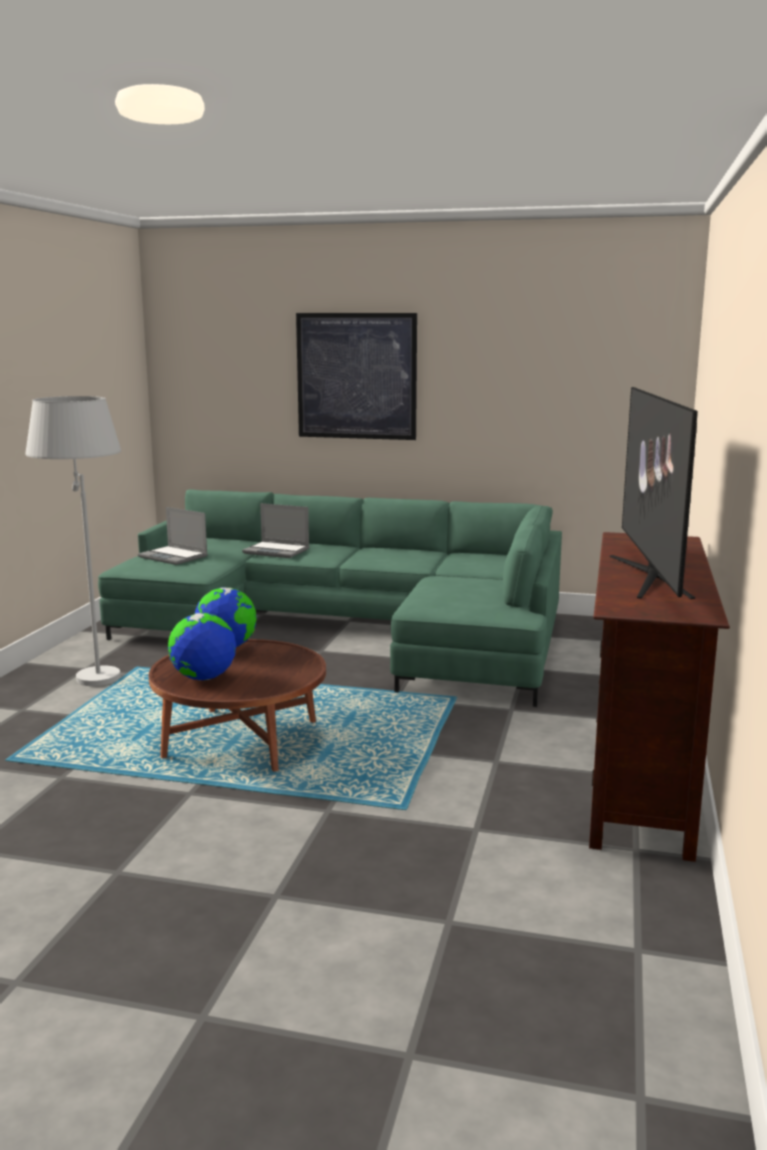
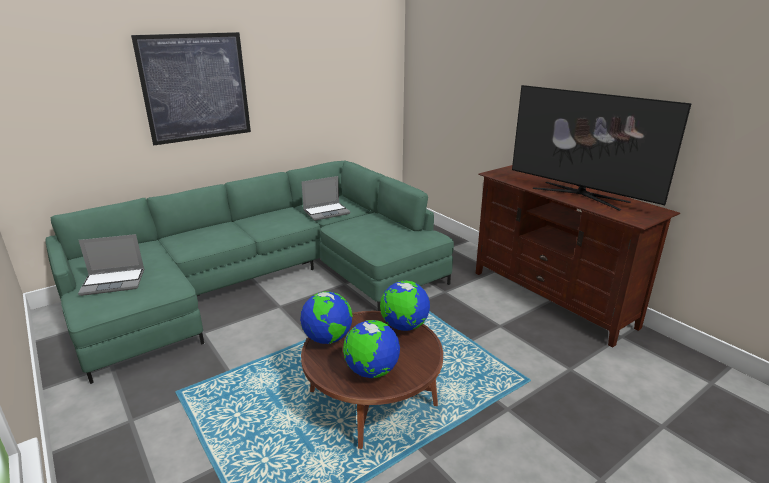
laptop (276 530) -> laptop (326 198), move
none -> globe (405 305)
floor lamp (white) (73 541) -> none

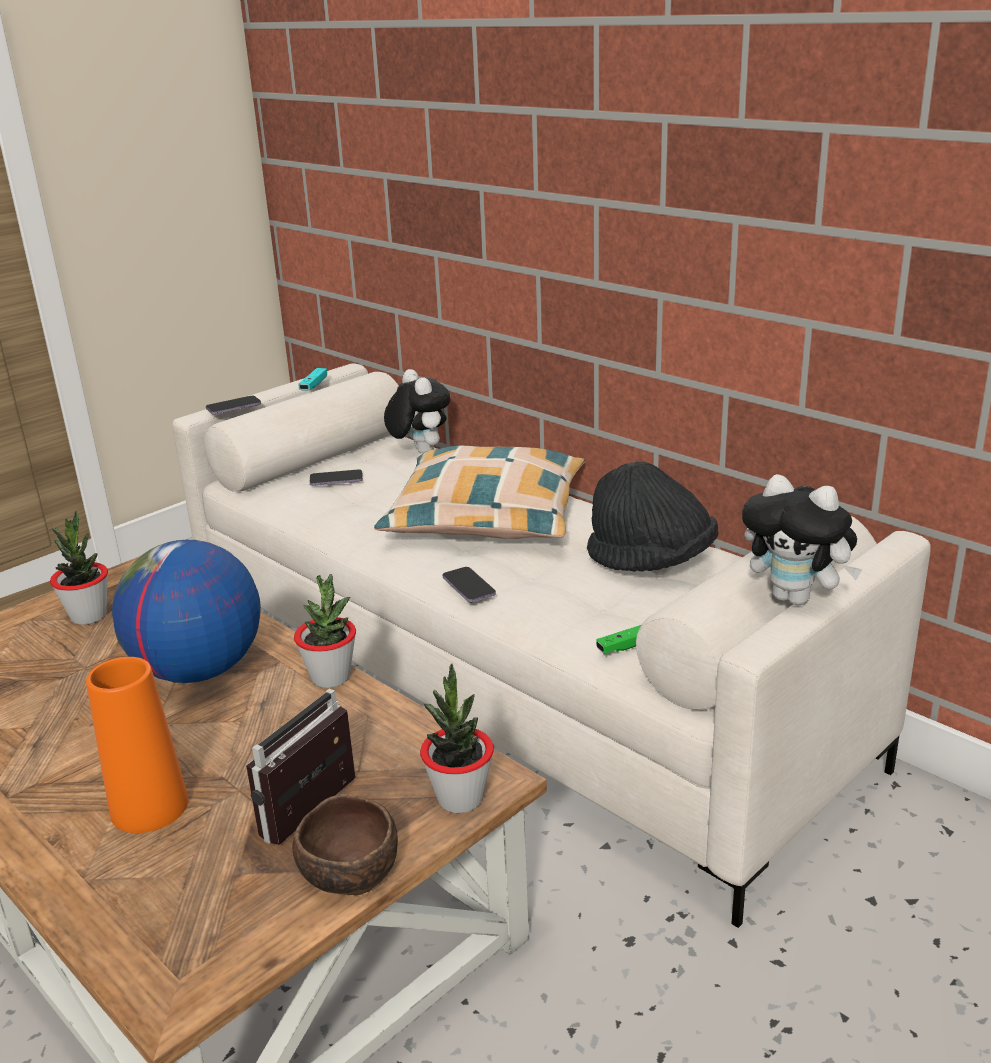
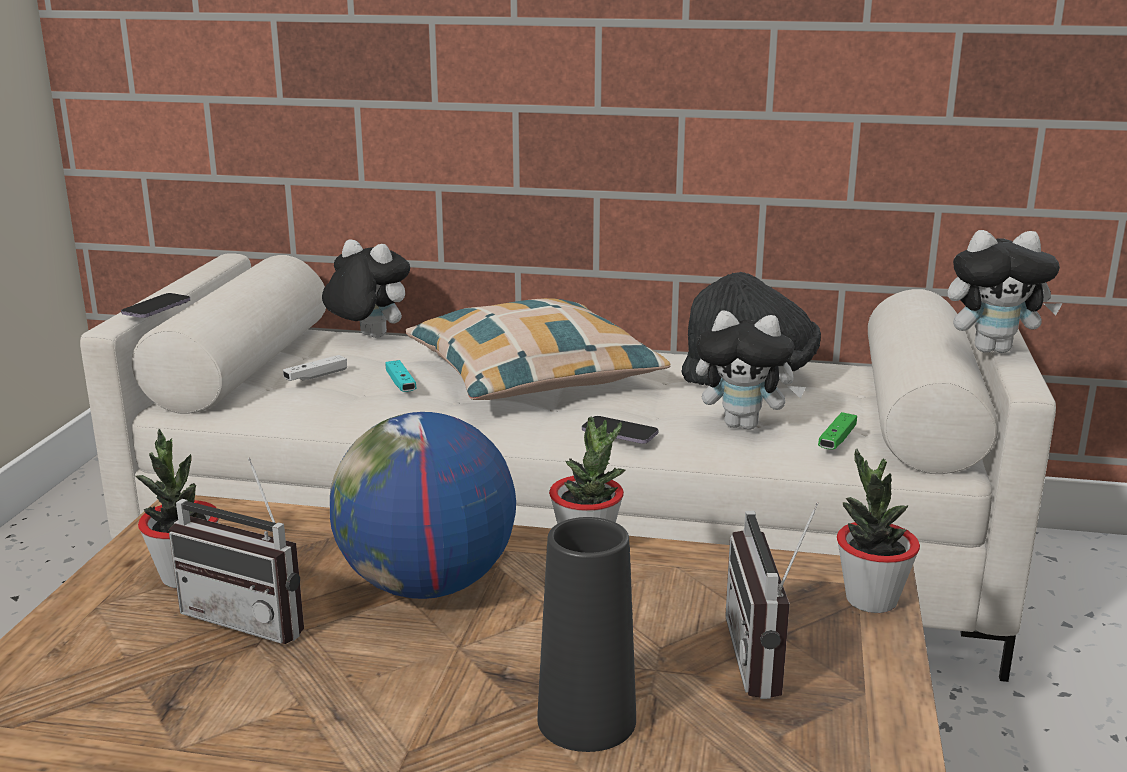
none -> radio (236 551)
phone (336 477) -> game controller (white) (315 368)
game controller (turquoise) (312 379) -> game controller (turquoise) (401 376), move
vase (orange) (137 745) -> vase (black) (586 634)
none -> plush toy (751 370)
bowl (brown) (345 845) -> none

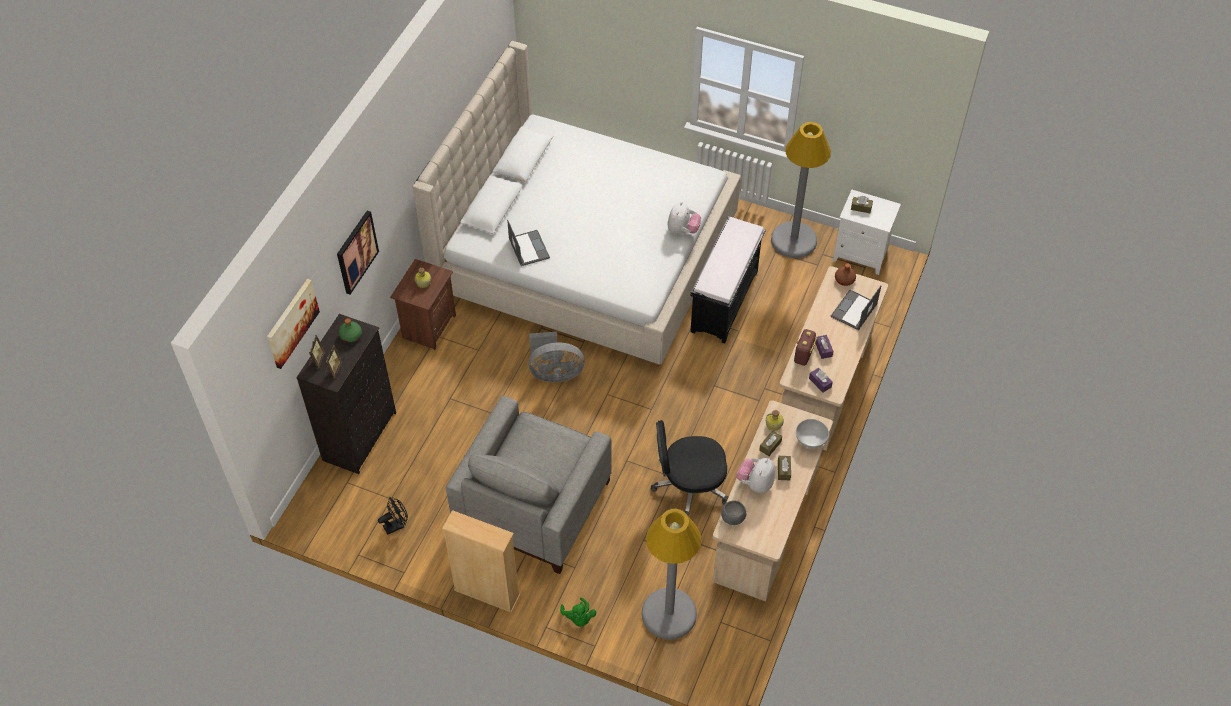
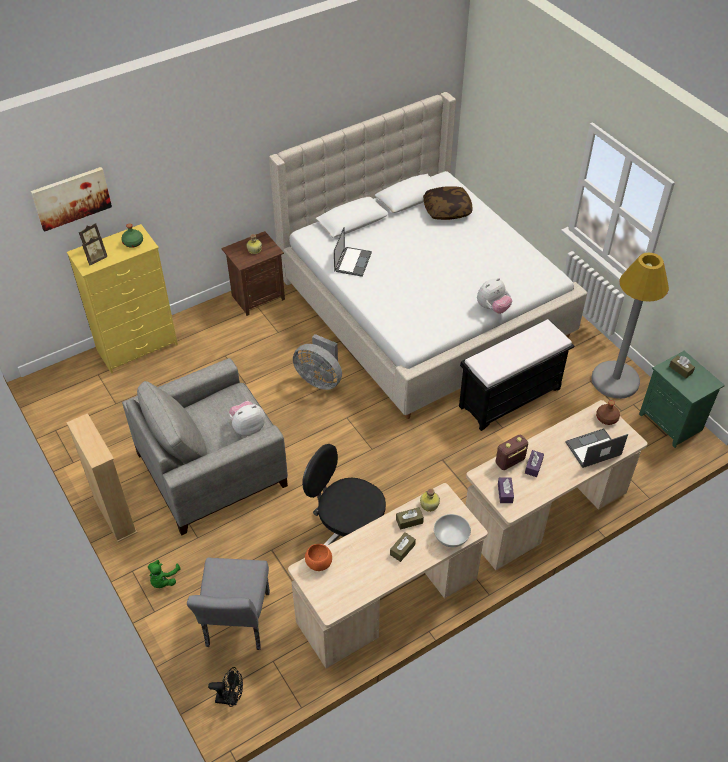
dresser (black) (346 394) -> dresser (yellow) (122 299)
floor lamp (grey) (671 574) -> chair (grey) (228 604)
fan (black) (393 516) -> fan (black) (225 687), move
plush toy (755 475) -> plush toy (247 418), move
bowl (grey) (733 513) -> bowl (orange) (318 557)
none -> pillow (448 203)
nightstand (white) (867 232) -> nightstand (green) (682 399)
picture (358 252) -> none

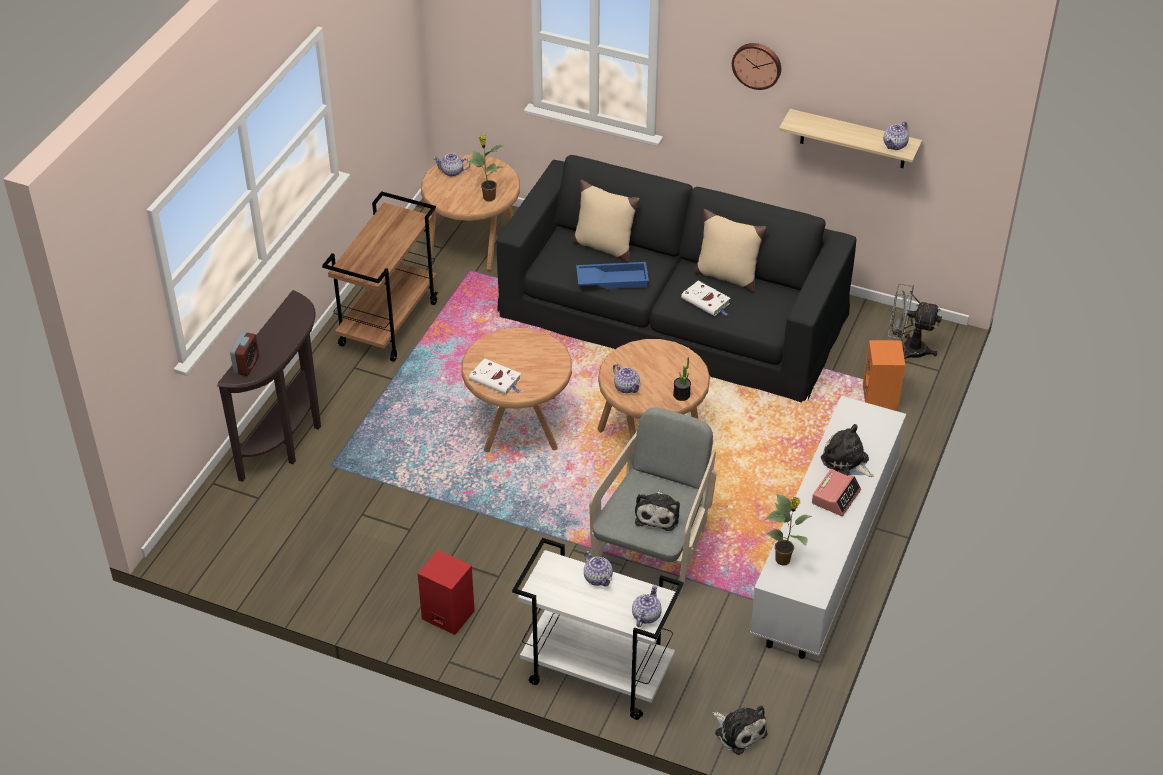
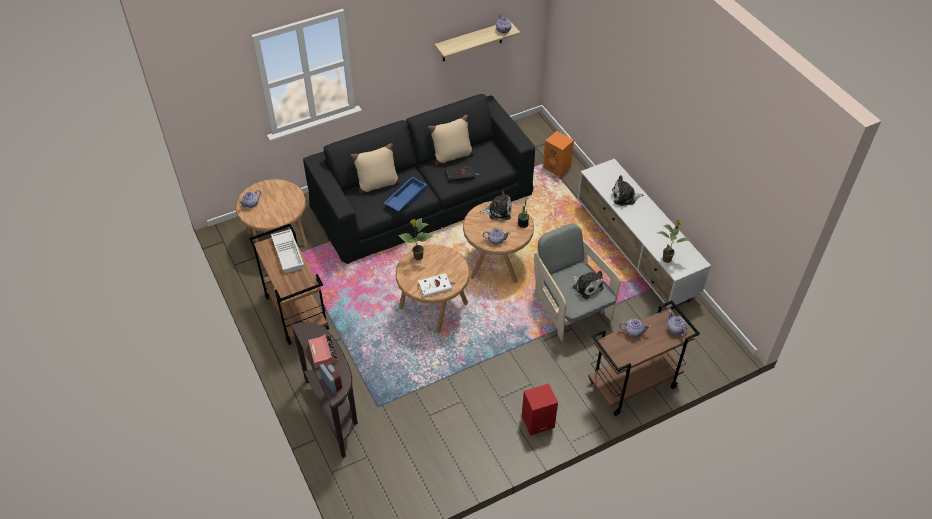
none -> tray (white) (287 251)
alarm clock (836 492) -> alarm clock (323 351), move
potted plant (486 168) -> potted plant (415 239), move
book (white) (706 298) -> book (black) (463 173)
plush toy (740 730) -> plush toy (495 205), move
cart (white) (598 629) -> cart (brown) (644 358)
wall clock (756 66) -> none
fan (grey) (915 321) -> none

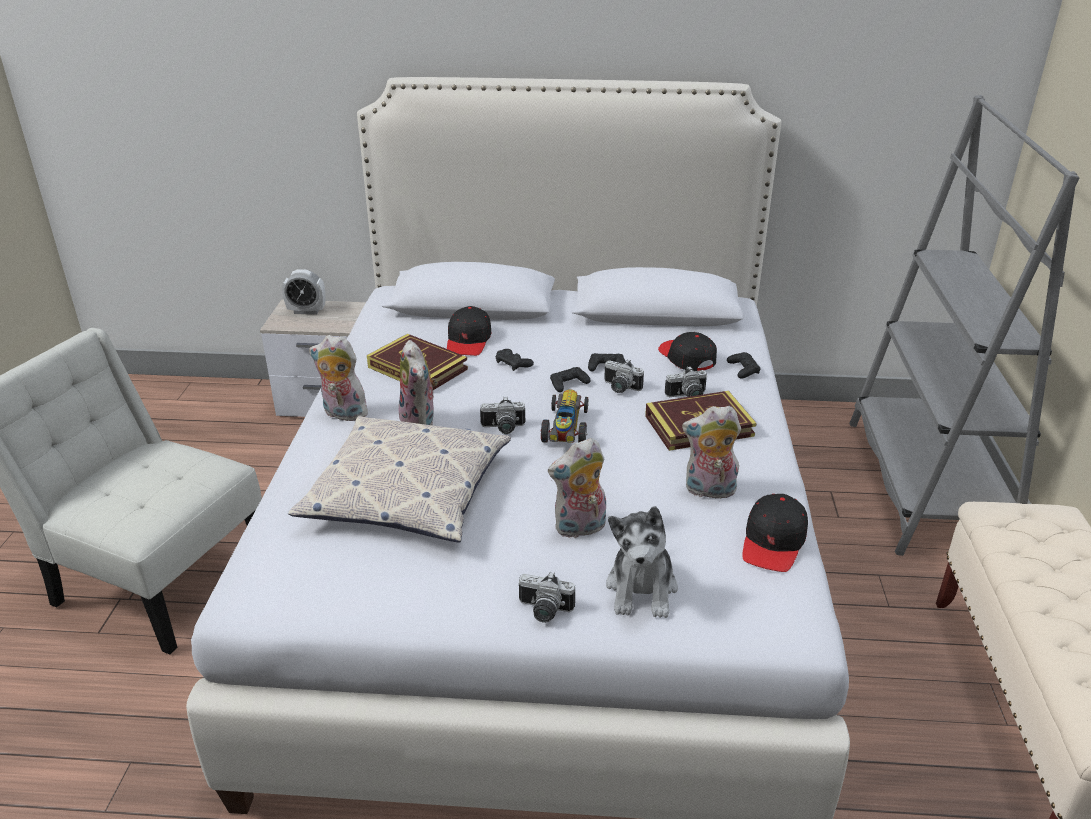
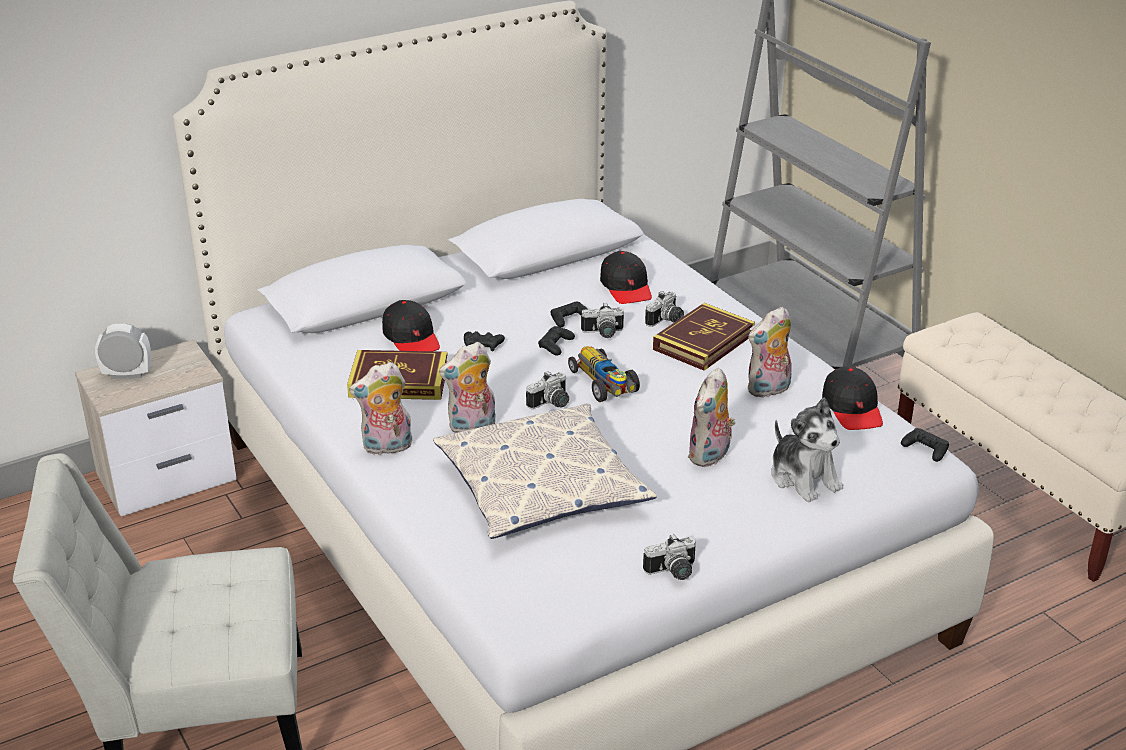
alarm clock (304 291) -> alarm clock (123 351), 150 degrees counterclockwise
plush toy (418 382) -> plush toy (467 387), 120 degrees clockwise
cap (black) (687 351) -> cap (black) (626 277), 135 degrees counterclockwise
photo camera (547 597) -> photo camera (669 557), move
game controller (black) (744 365) -> game controller (black) (925 445), move

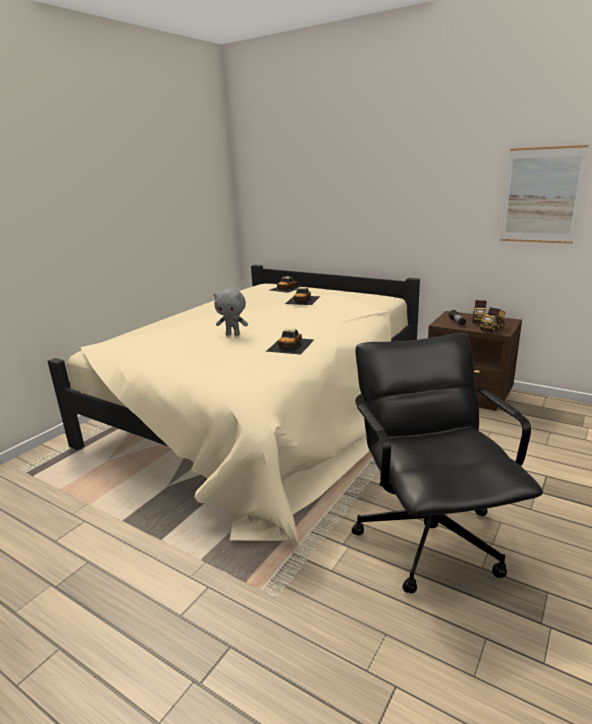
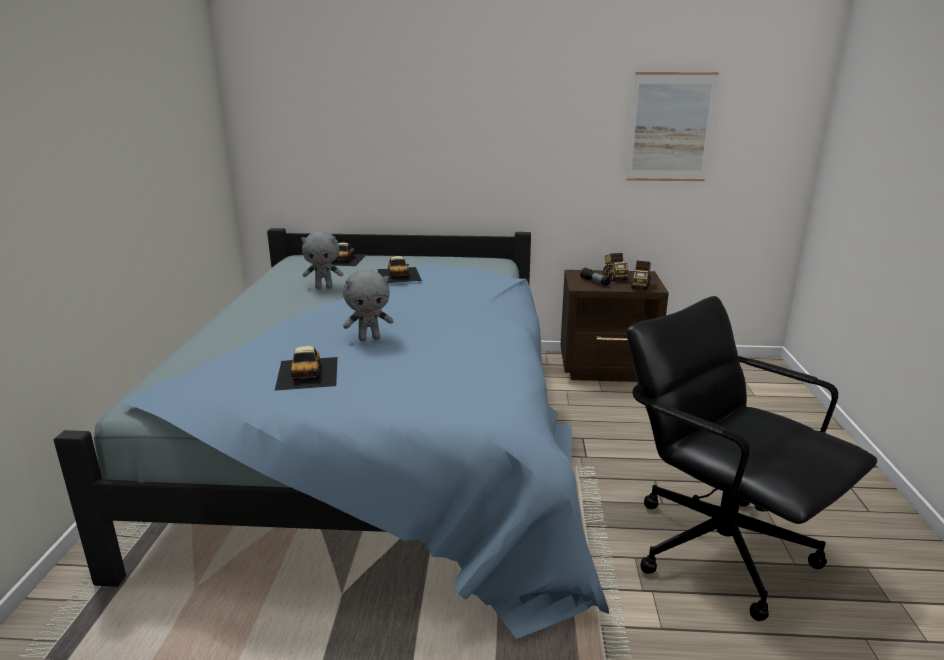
bed (beige) (234 406) -> bed (blue) (331 433)
toy car (290 341) -> toy car (306 368), move
none -> plush toy (grey) (322 259)

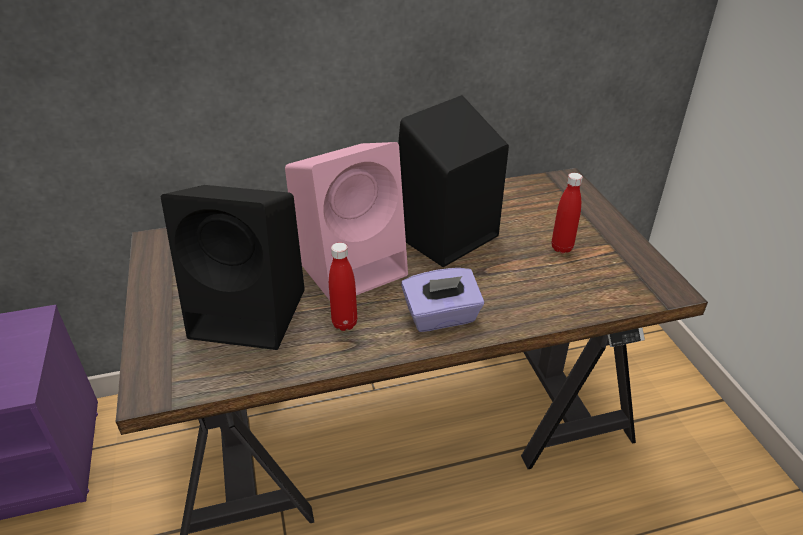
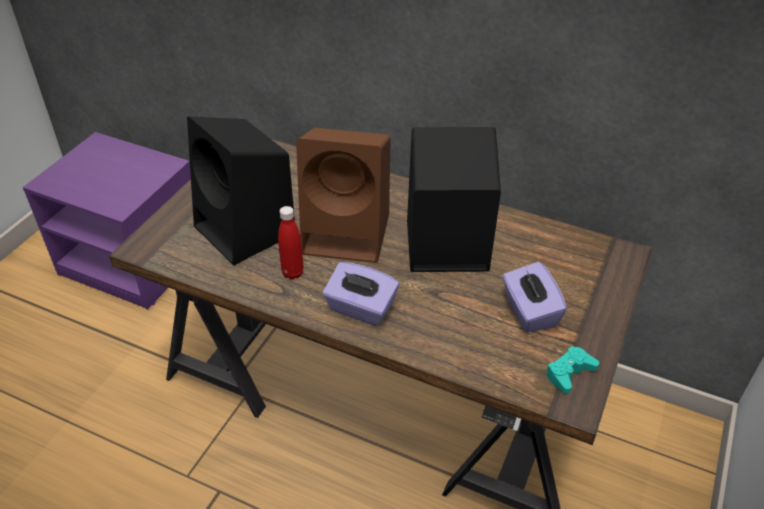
speaker (pink) (346 221) -> speaker (brown) (343 195)
bottle (red) (567 213) -> tissue box (purple) (534 297)
none -> game controller (turquoise) (572 370)

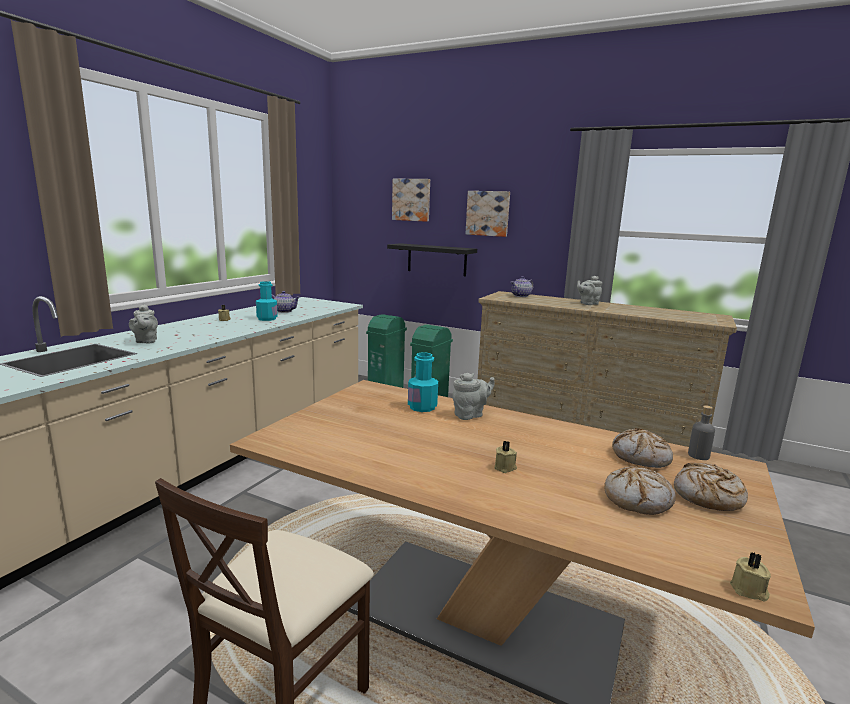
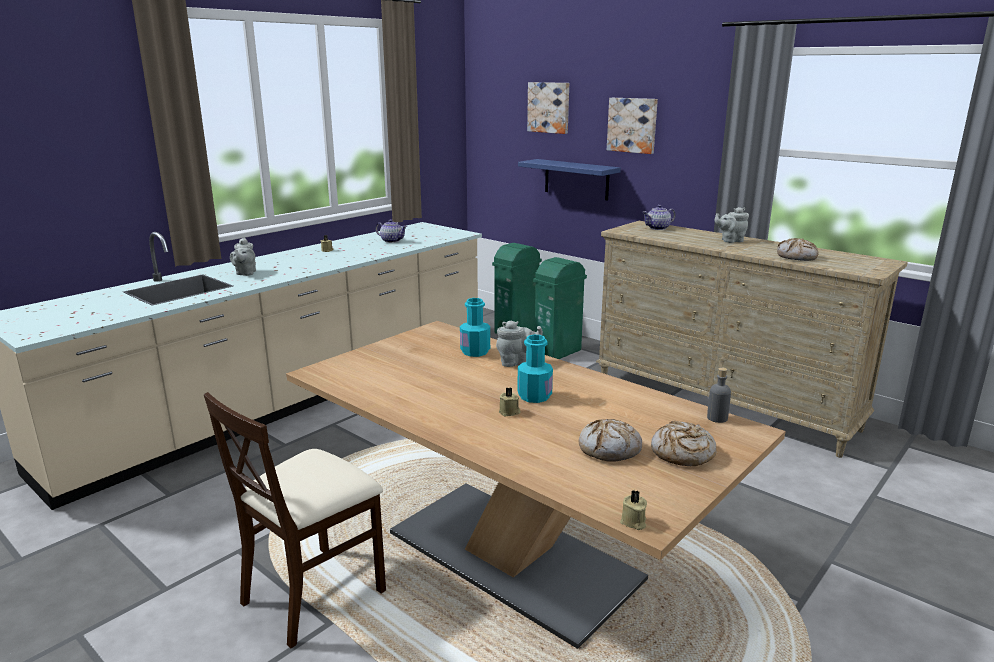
bottle (turquoise) (267 301) -> bottle (turquoise) (535 369), move
shelf (black) (432 260) -> shelf (blue) (569 179)
bread (642 448) -> bread (798 249), move

